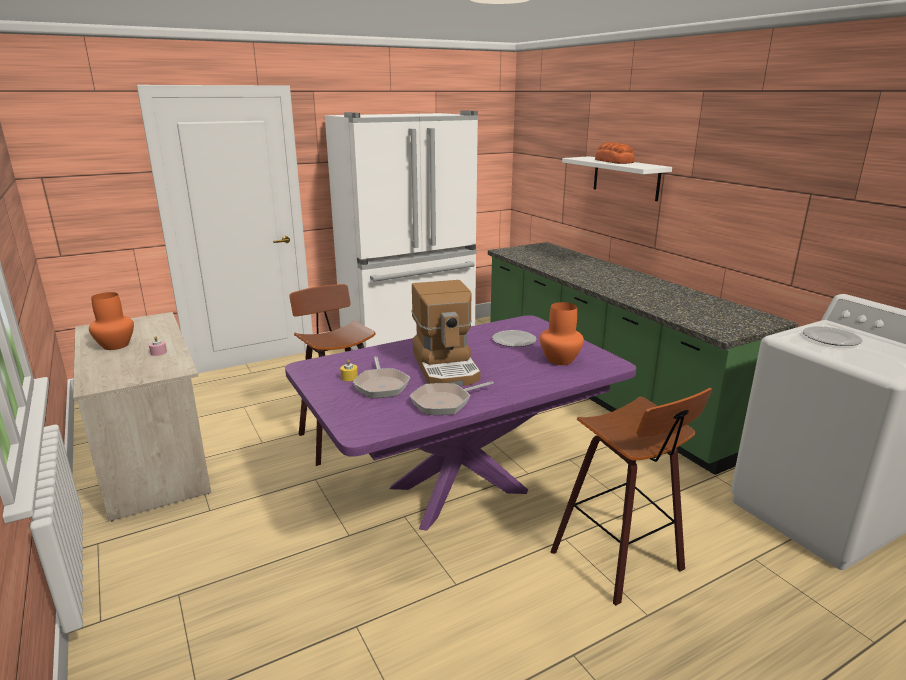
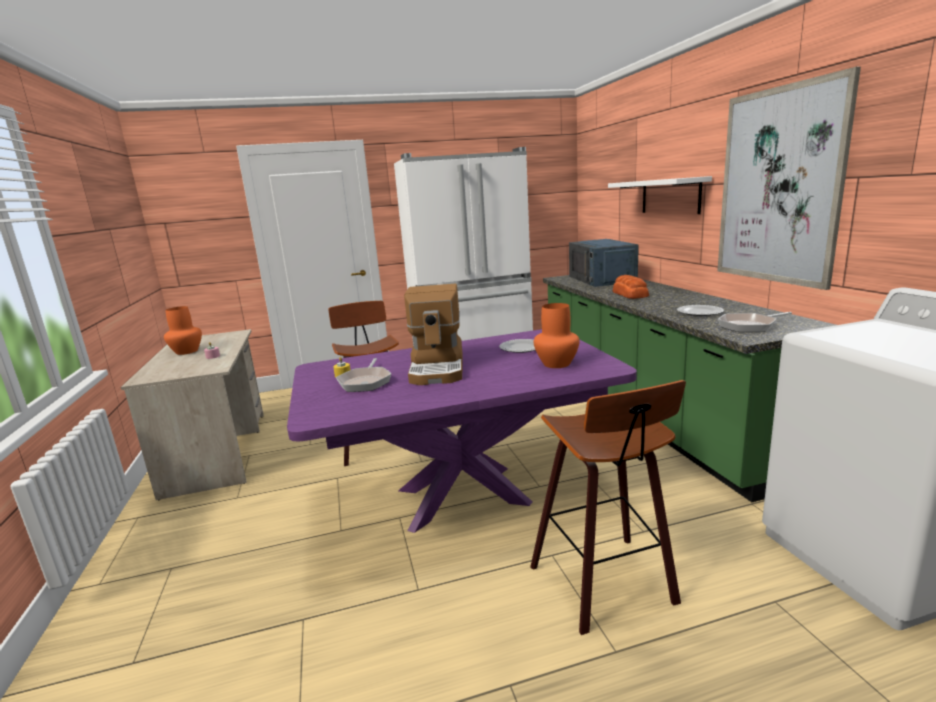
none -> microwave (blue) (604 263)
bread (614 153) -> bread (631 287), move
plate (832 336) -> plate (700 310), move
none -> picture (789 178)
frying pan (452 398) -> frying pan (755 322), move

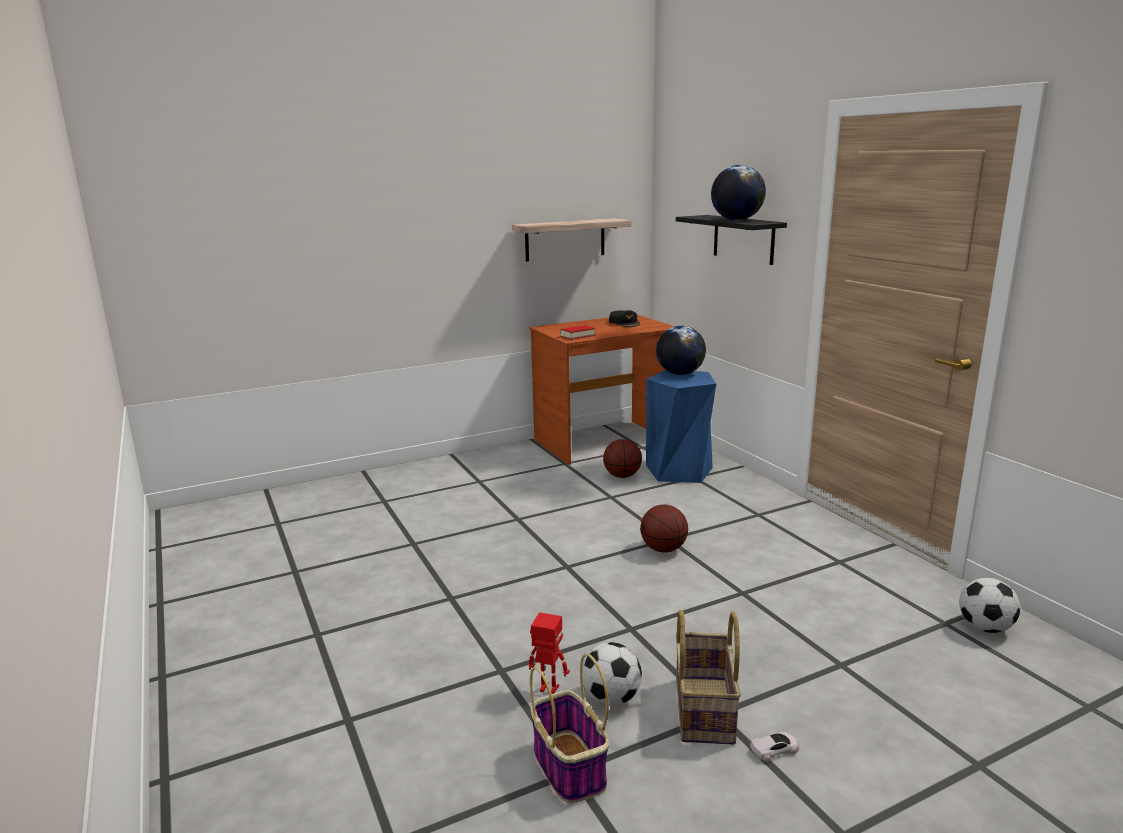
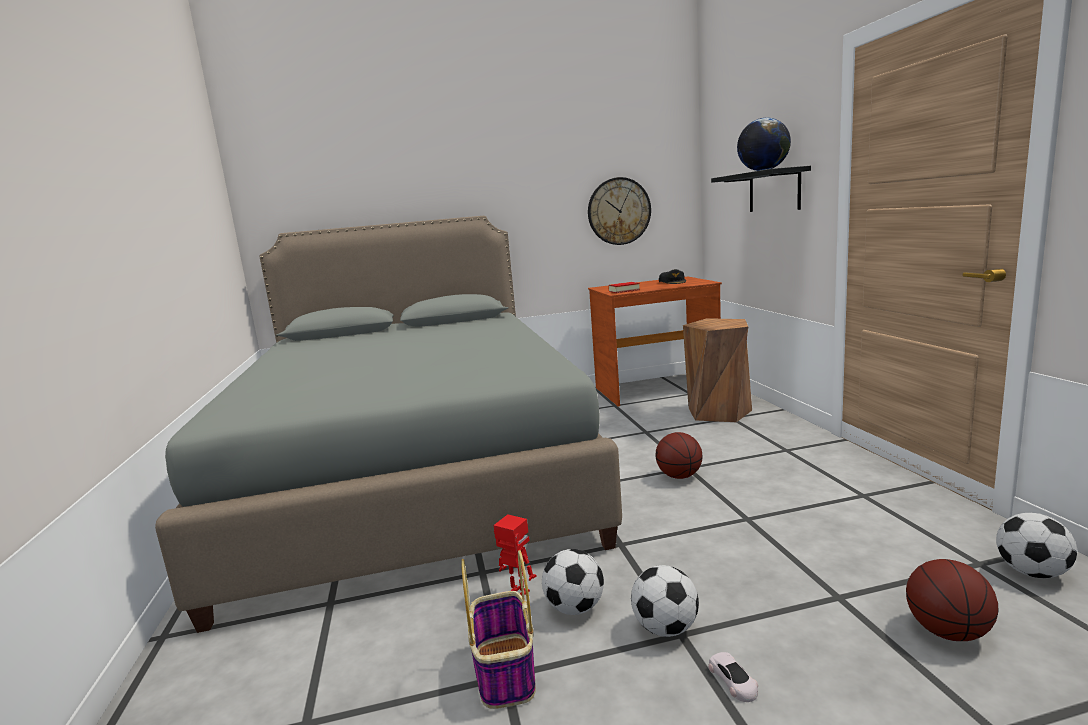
none -> bed (grey) (388 424)
shelf (572 240) -> wall clock (619 211)
basket (708 677) -> football (665 601)
stool (blue) (681 426) -> stool (brown) (717 370)
toy car (white) (774 747) -> toy car (white) (733 677), 75 degrees clockwise
basketball (622 458) -> basketball (952 600), move
globe (681 350) -> none

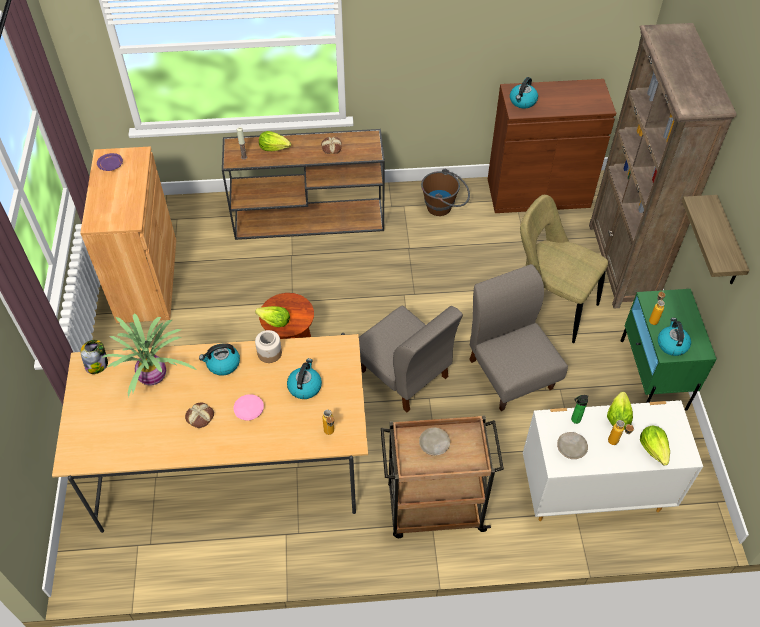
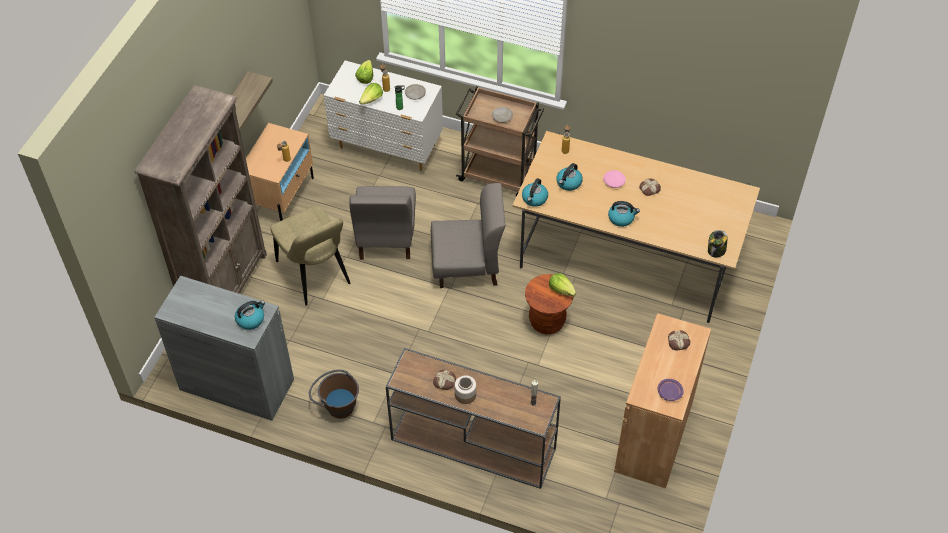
cabinet (brown) (552 146) -> cabinet (grey) (224 348)
nightstand (green) (668 350) -> nightstand (beige) (280 172)
chair (grey) (411 358) -> chair (grey) (468 235), 105 degrees clockwise
jar (268 346) -> jar (465 389), move
kettle (674 337) -> kettle (535 192), move
none -> bread (679 340)
potted plant (149 355) -> none
lettuce (275 141) -> none

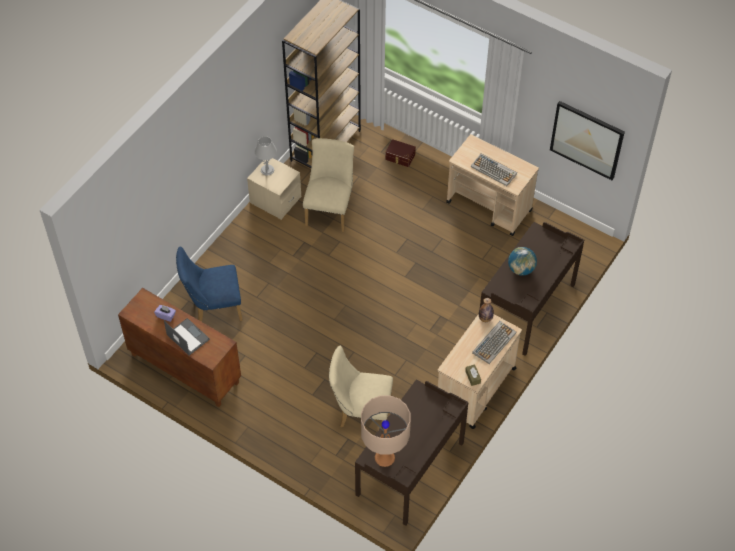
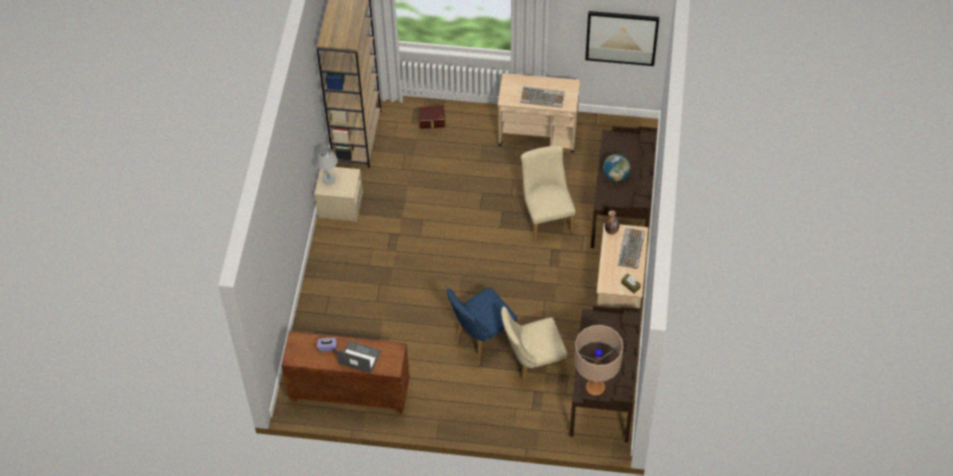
chair (blue) (209 284) -> chair (blue) (481 323), move
chair (beige) (328 185) -> chair (beige) (548 193), move

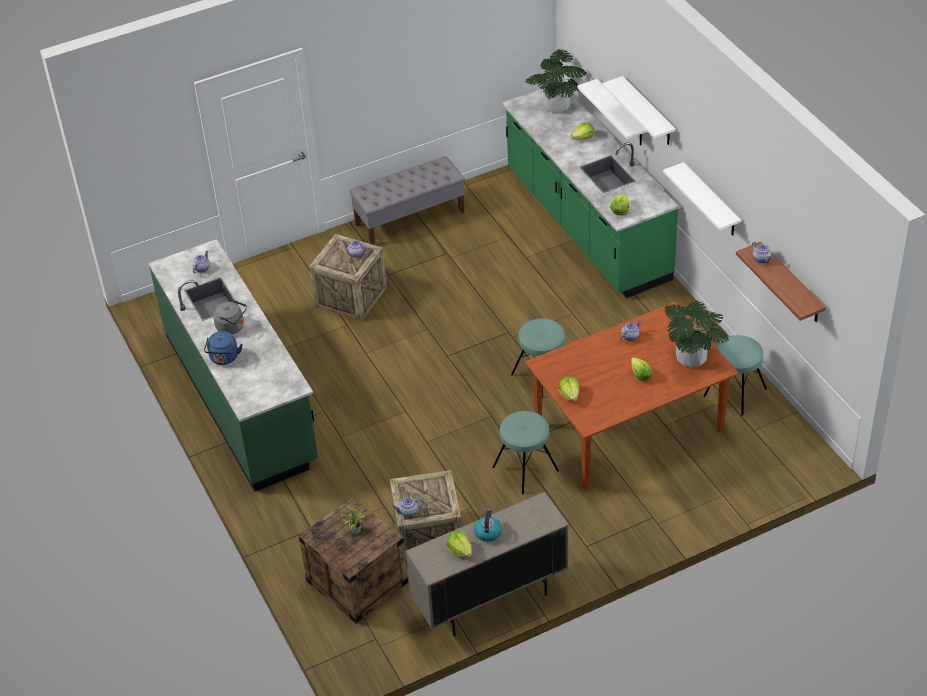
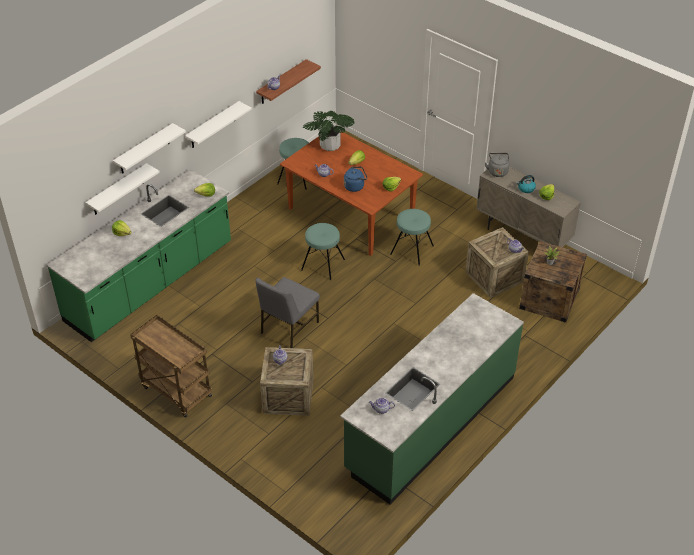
bench (grey) (407 200) -> cart (brown) (171 366)
none -> chair (grey) (288 312)
kettle (blue) (223 348) -> kettle (blue) (355 179), move
kettle (grey) (230 317) -> kettle (grey) (497 165), move
potted plant (556 81) -> none

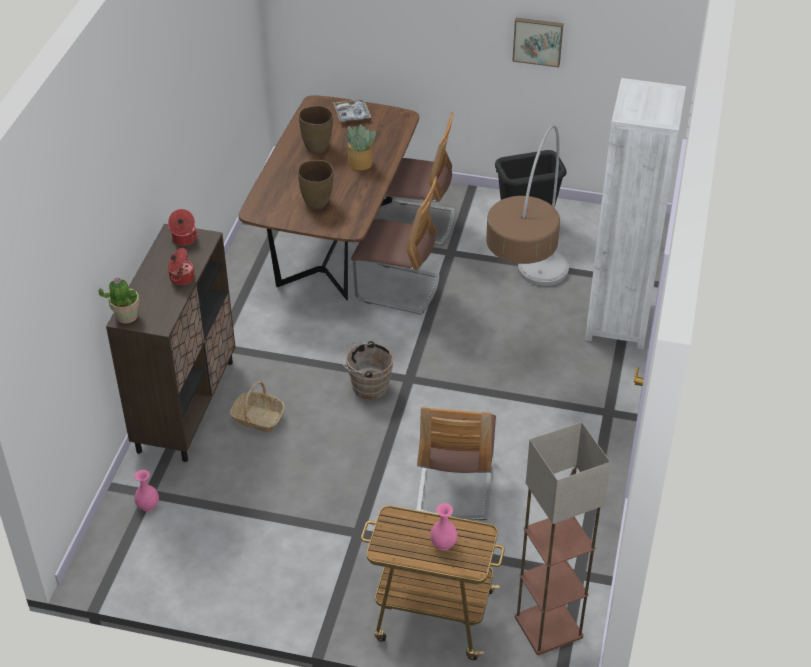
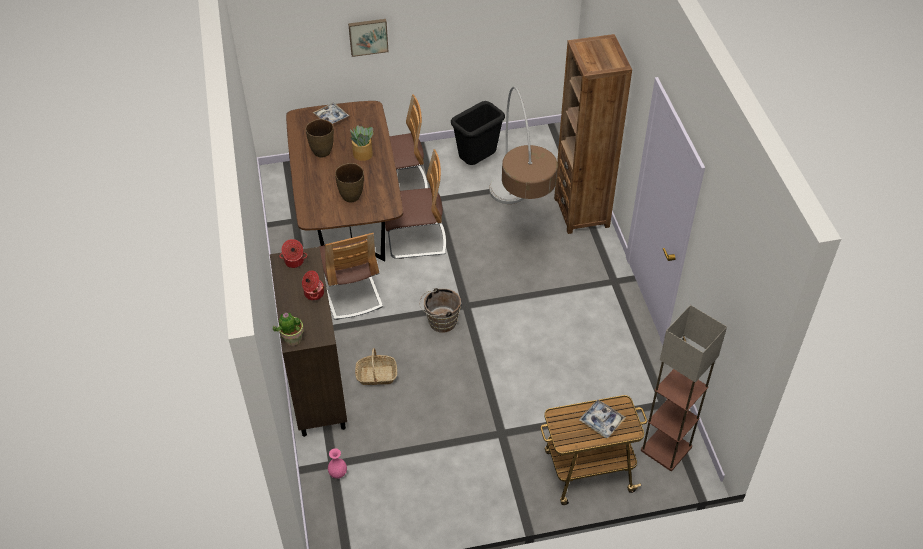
chair (456 463) -> chair (351 276), move
picture (537 42) -> picture (368 38), move
bookcase (white) (635 213) -> bookcase (brown) (593 134)
vase (pink) (444 526) -> tray (602 419)

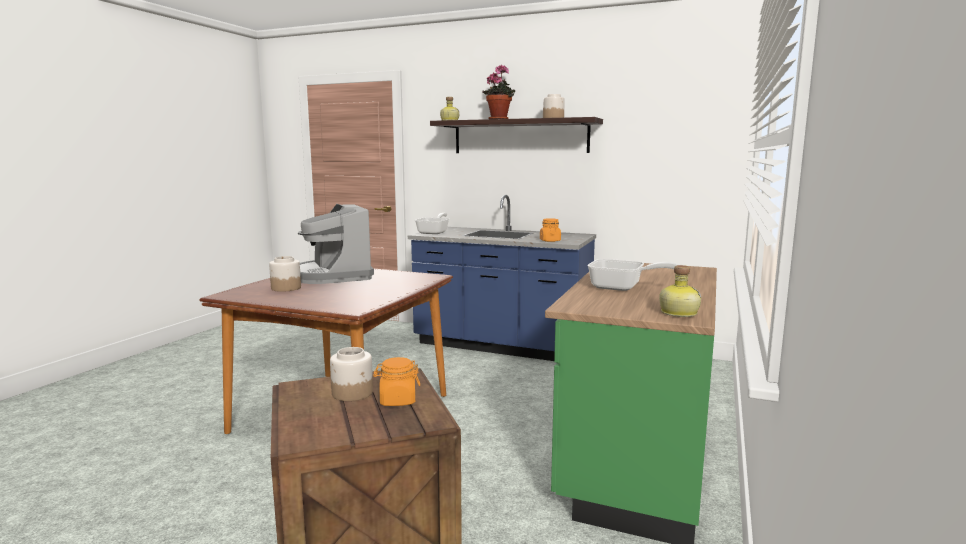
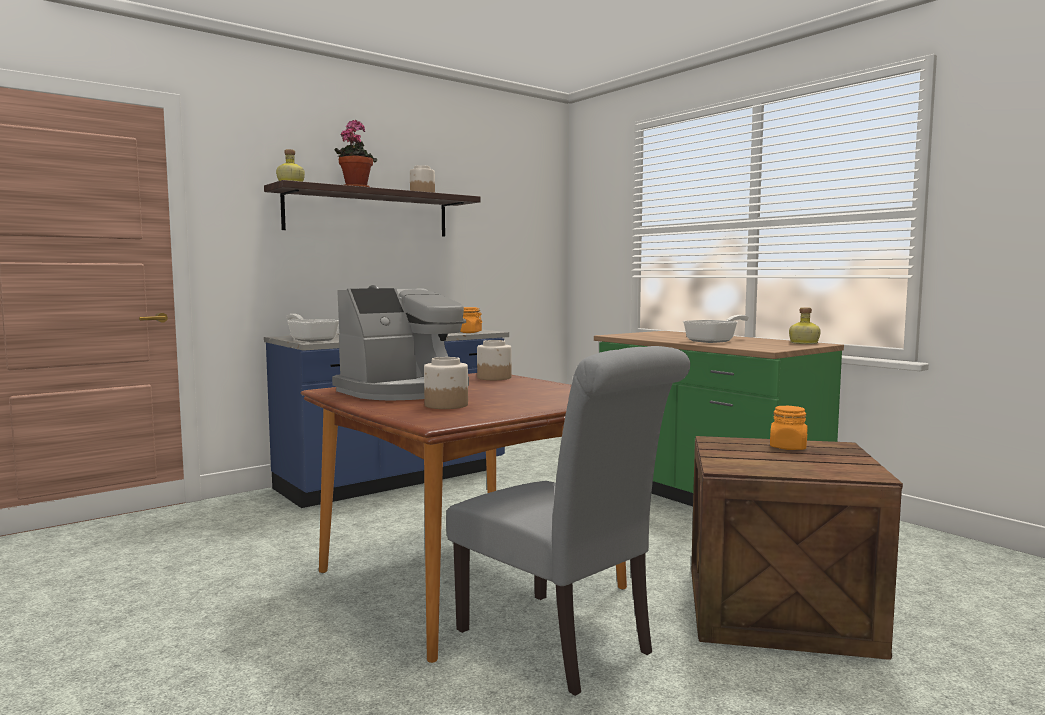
coffee machine (336 244) -> coffee machine (400 344), 45 degrees counterclockwise
none -> chair (grey) (568 521)
jar (351 374) -> jar (494 360), move

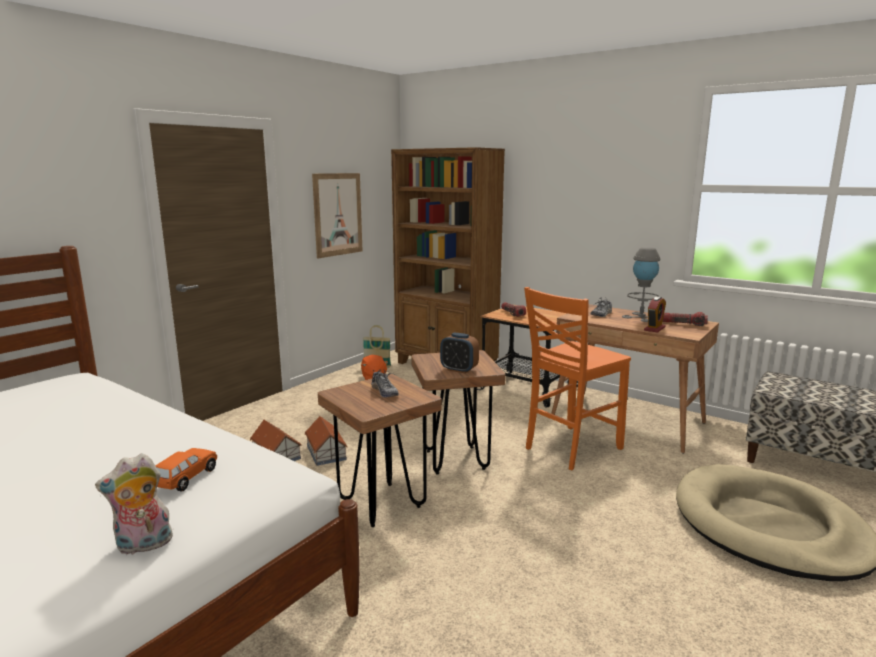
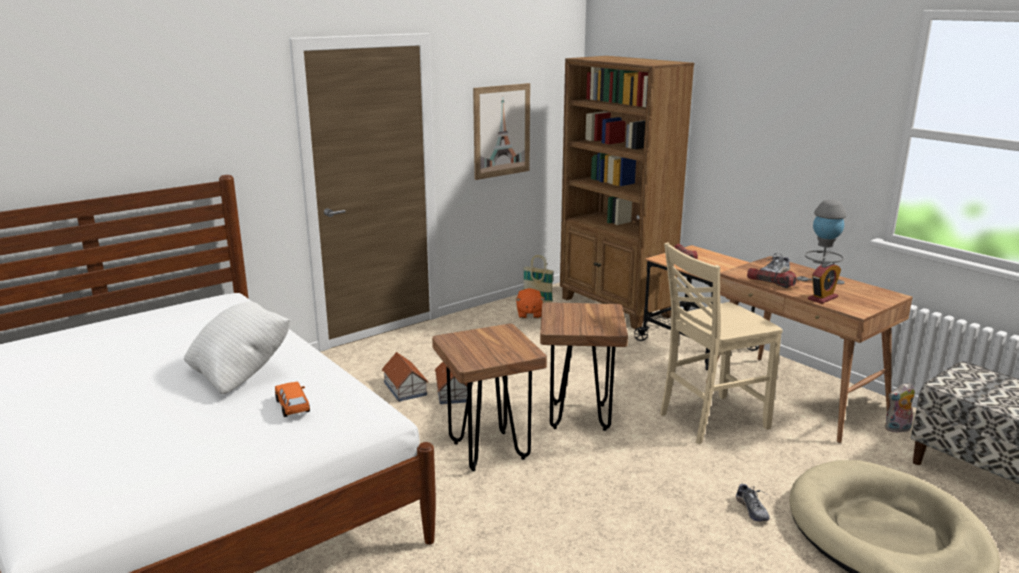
none -> pillow (white) (237 347)
toy car (orange) (186 469) -> toy car (orange) (292 399), 60 degrees counterclockwise
chair (orange) (577 378) -> chair (beige) (721 343)
shoe (385 383) -> shoe (752 501), move
flashlight (685 319) -> flashlight (771 278), move
plush toy (134 504) -> plush toy (900 407), move
alarm clock (459 353) -> none

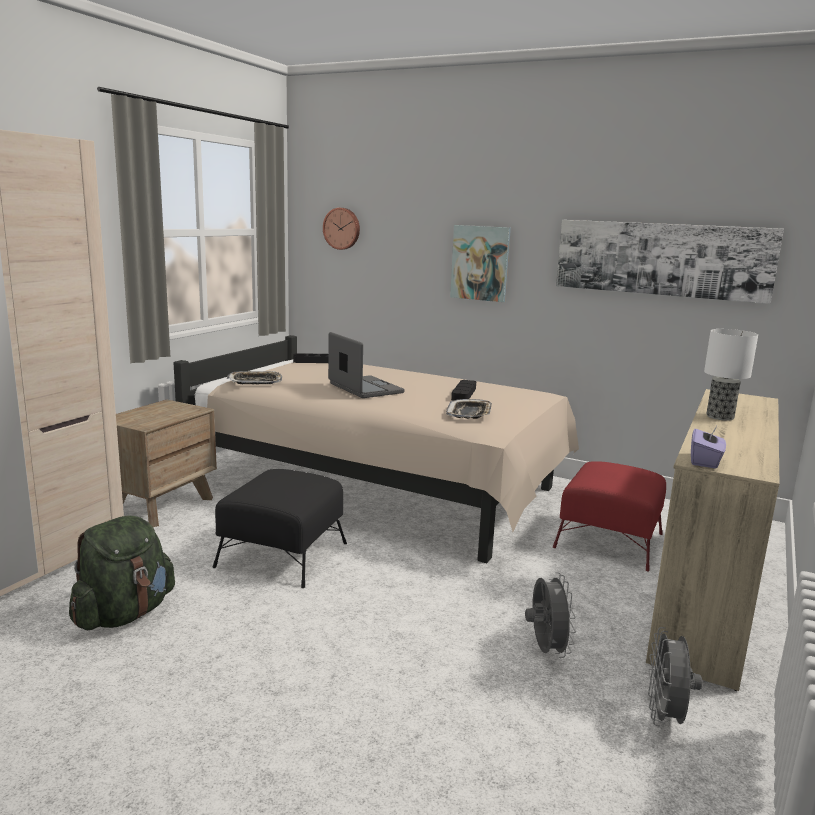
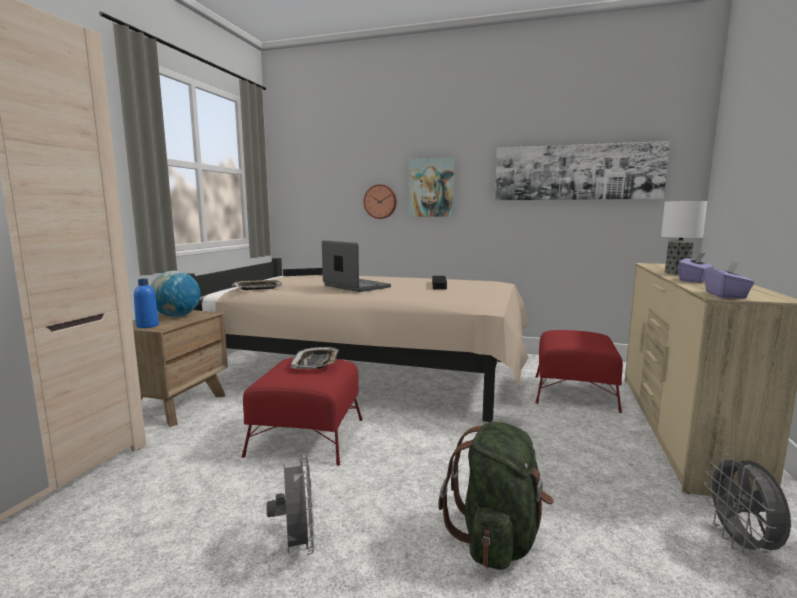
none -> bottle (blue) (146 303)
none -> globe (175 294)
ottoman (black) (280 528) -> ottoman (red) (302 411)
fan (grey) (550 615) -> fan (grey) (290 504), move
tray (469 409) -> tray (314 358), move
wall clock (341 229) -> wall clock (380 201), move
backpack (green) (122 572) -> backpack (green) (496 496), move
none -> tissue box (purple) (696 268)

